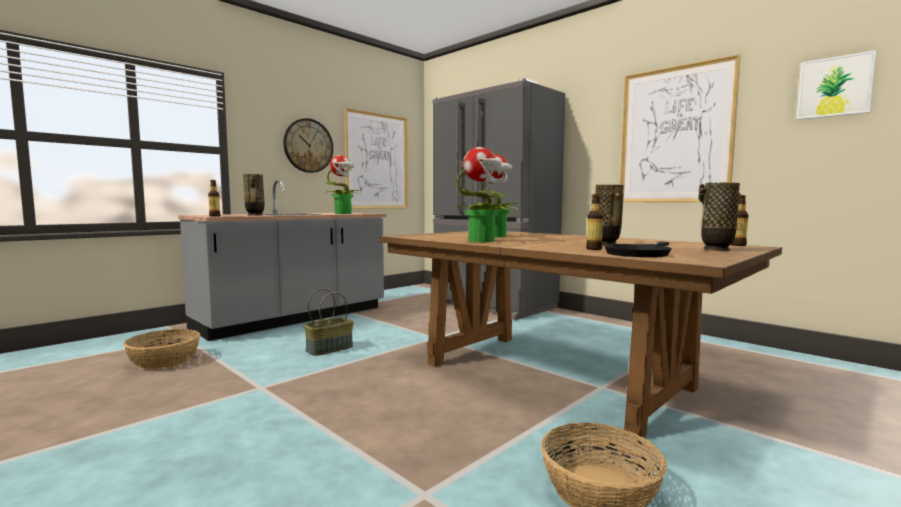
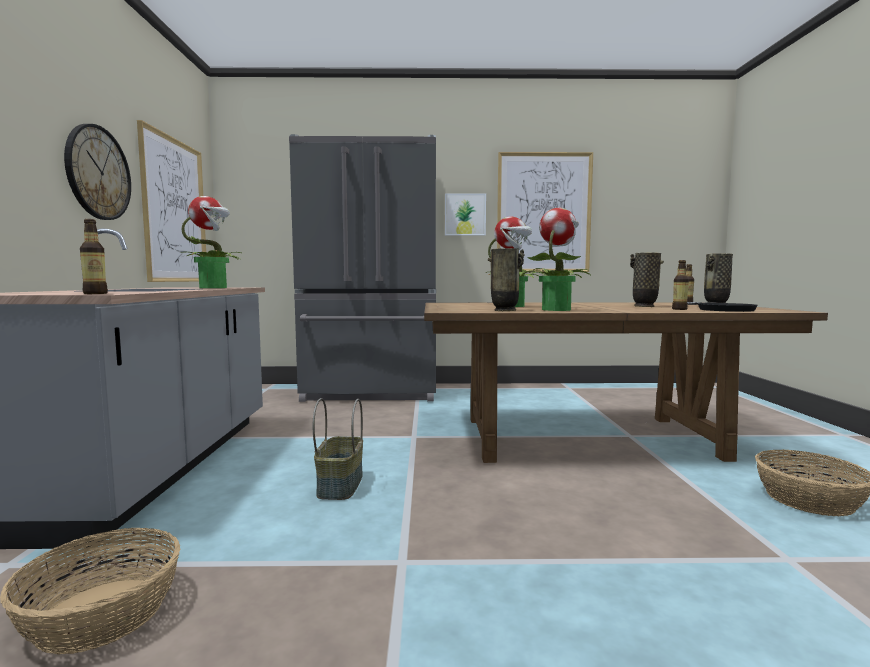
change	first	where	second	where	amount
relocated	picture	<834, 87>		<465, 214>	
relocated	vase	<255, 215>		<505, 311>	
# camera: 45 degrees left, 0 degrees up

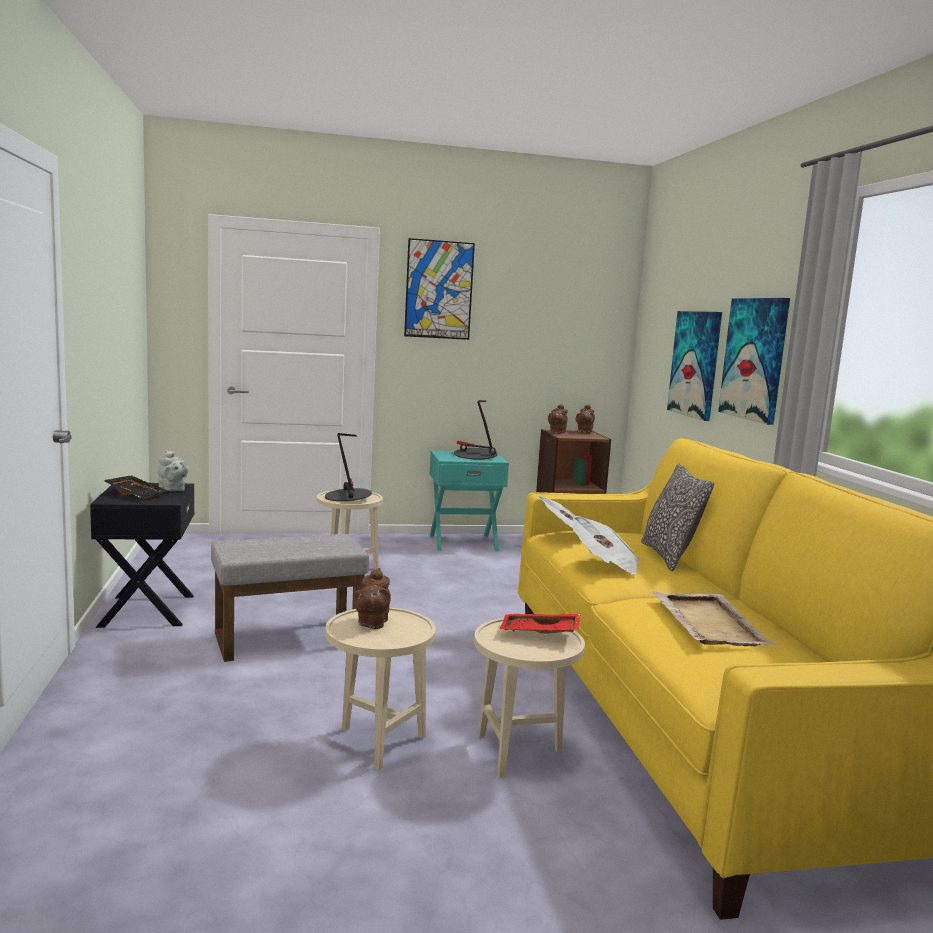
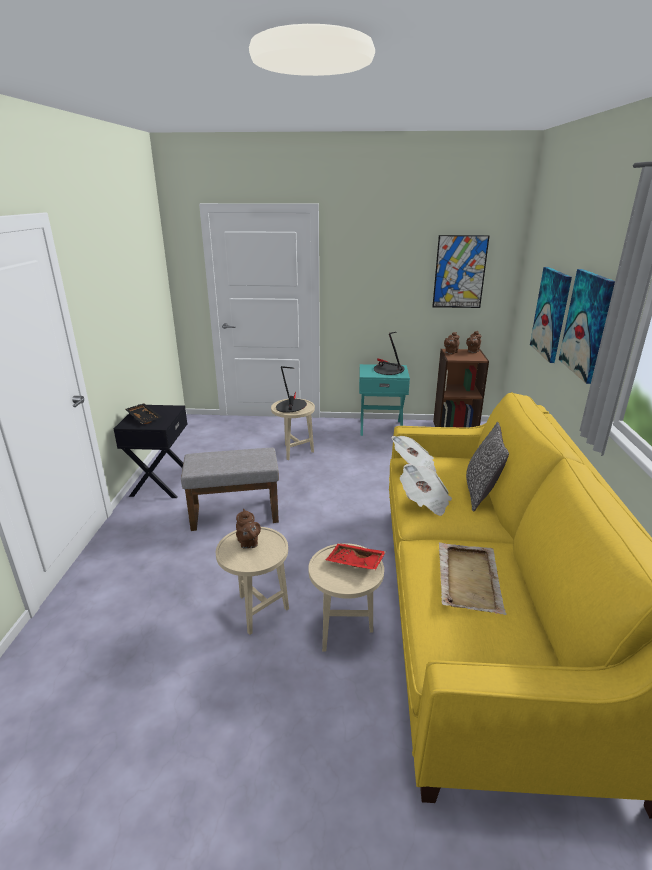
change	first	where	second	where	amount
relocated	picture	<439, 289>		<459, 272>	
missing	teapot (grey)	<173, 489>			
spun	teapot (brown)	<372, 623>		<248, 543>	45 degrees counterclockwise
# camera: 15 degrees right, 15 degrees up

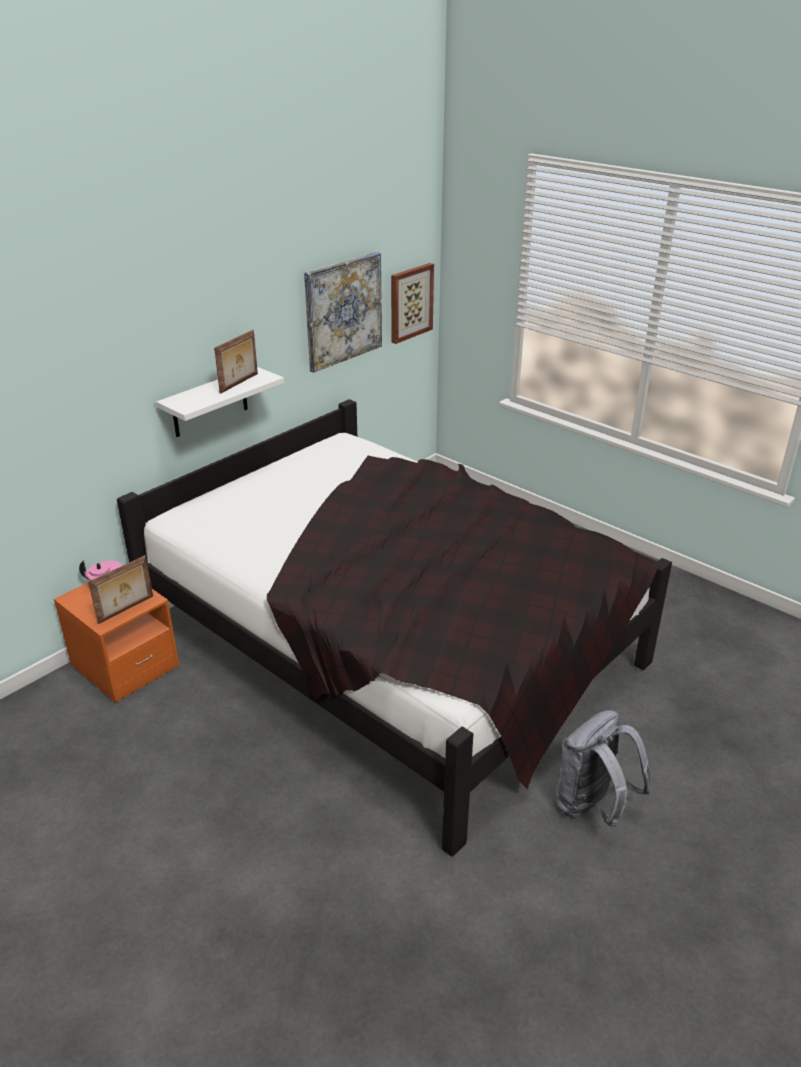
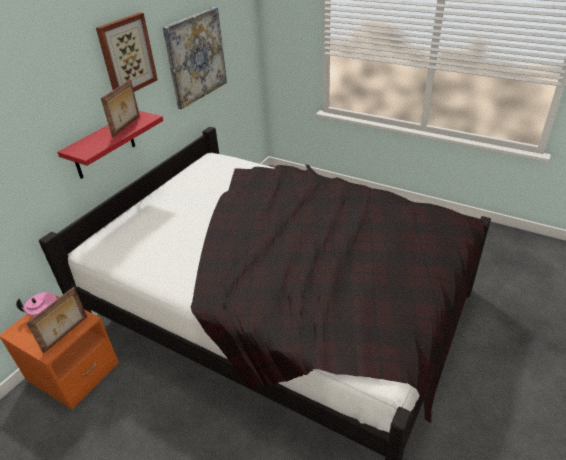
change	first	where	second	where	amount
relocated	picture	<410, 302>		<127, 55>	
colour	shelf (white)	<210, 402>	shelf (red)	<104, 145>	
missing	backpack (grey)	<593, 806>			
# camera: 10 degrees left, 5 degrees up

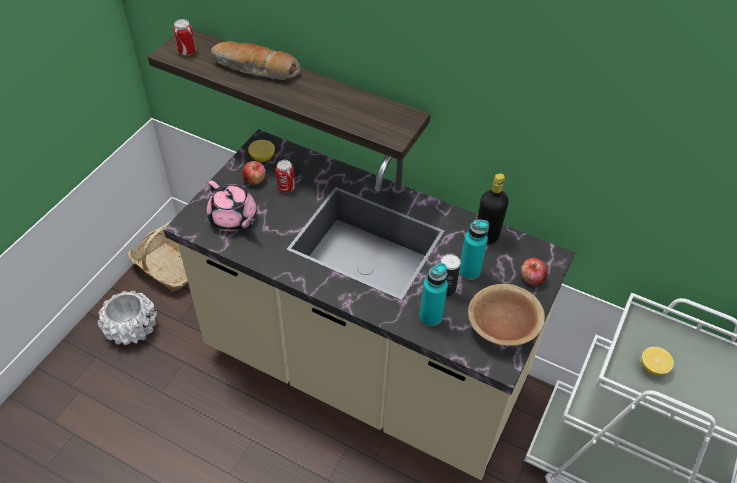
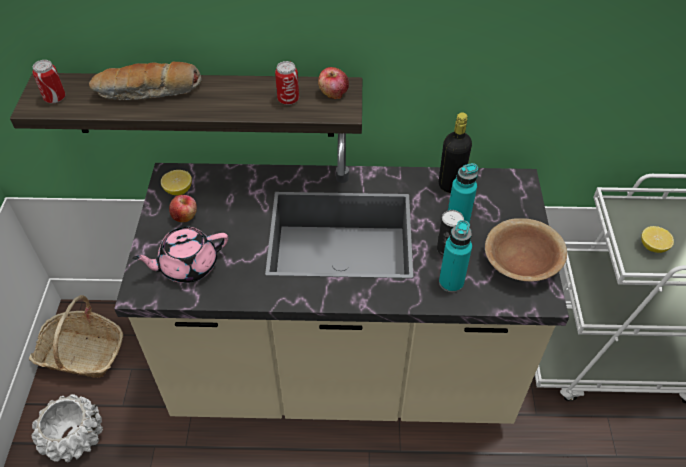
change	first	where	second	where	amount
relocated	can	<286, 188>		<288, 99>	
spun	teapot (pink)	<233, 219>		<187, 265>	135 degrees clockwise
relocated	apple	<531, 278>		<333, 93>	
# camera: 25 degrees left, 0 degrees up

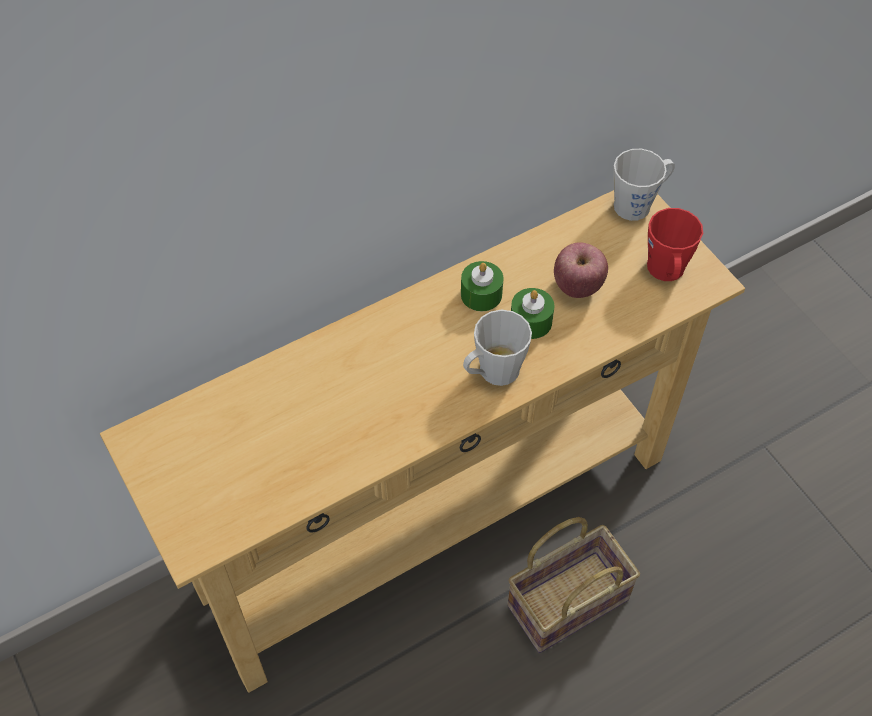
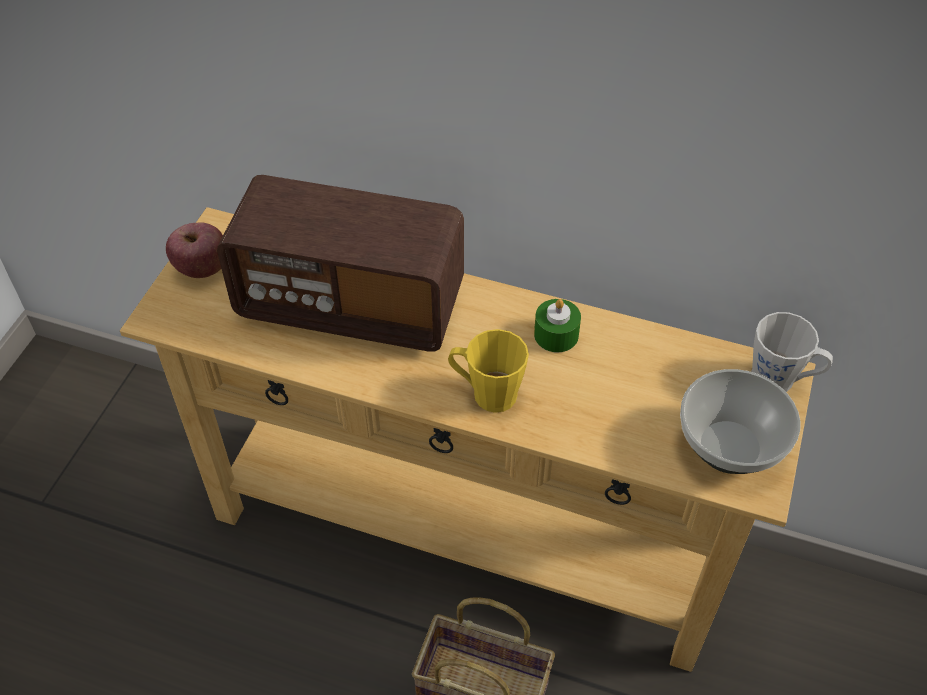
change	first	where	second	where	amount
exchanged	mug (red)	<666, 272>	bowl	<729, 449>	
relocated	apple	<577, 286>		<202, 269>	
missing	candle (green)	<531, 321>			
colour	mug (grey)	<493, 373>	mug (yellow)	<486, 393>	
appeared			radio	<351, 304>	
# camera: 50 degrees right, 5 degrees down

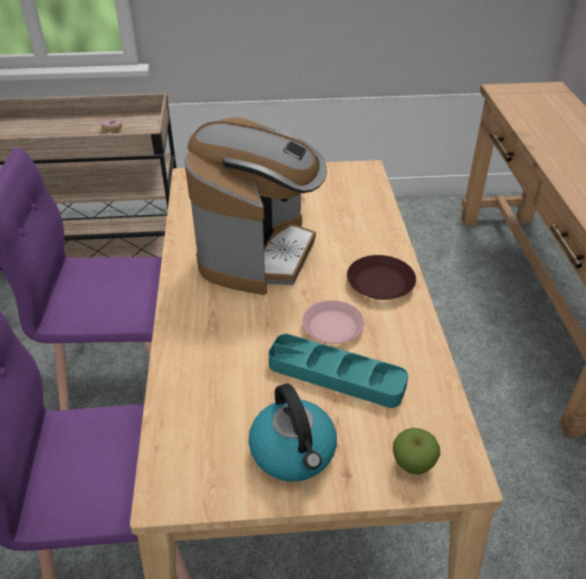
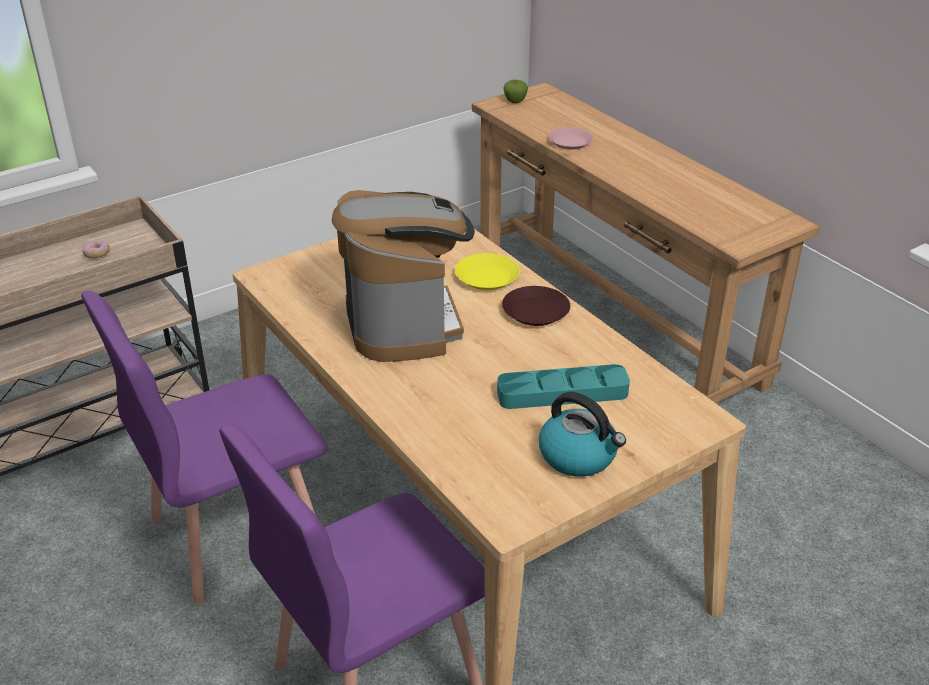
change	first	where	second	where	amount
relocated	plate (pink)	<333, 326>		<570, 142>	
relocated	apple	<413, 464>		<515, 101>	
appeared			plate (yellow)	<487, 277>	
# camera: 30 degrees left, 5 degrees down

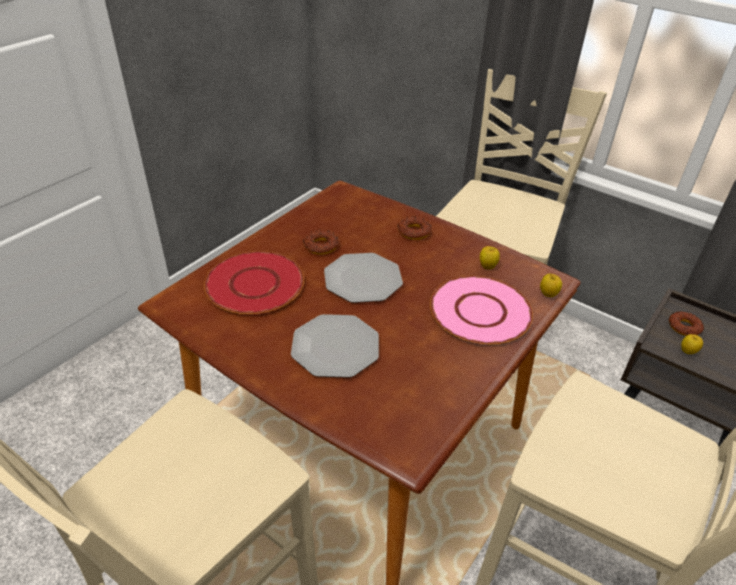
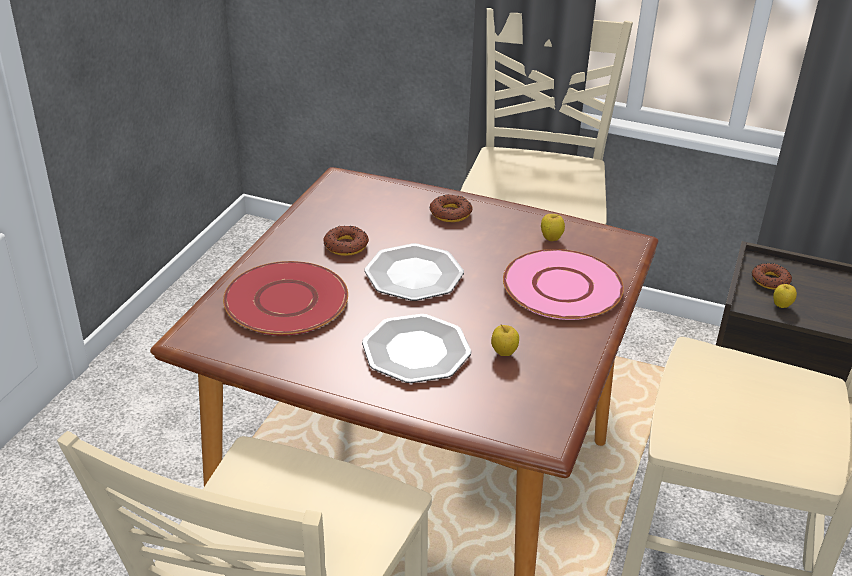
change	first	where	second	where	amount
relocated	apple	<548, 295>		<503, 353>	
# camera: 15 degrees left, 5 degrees down

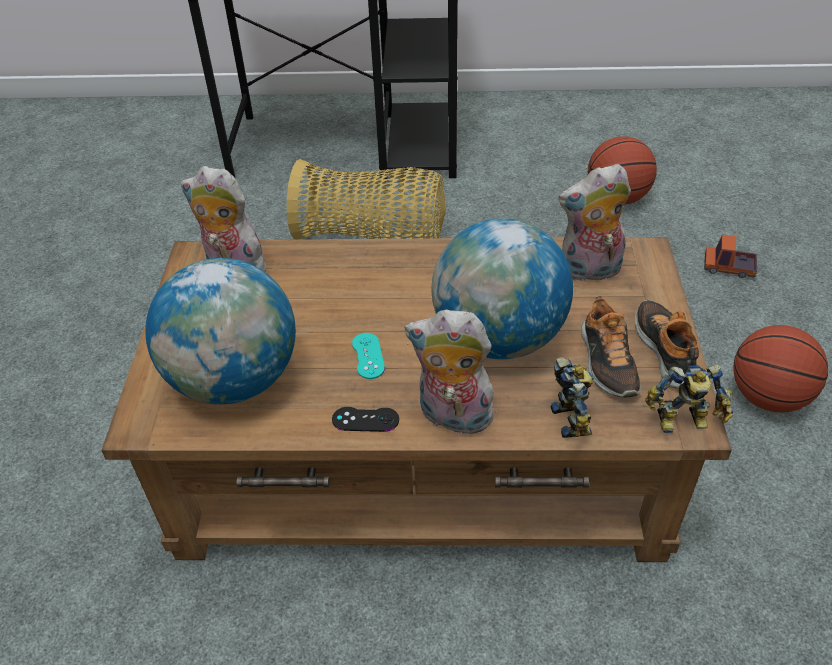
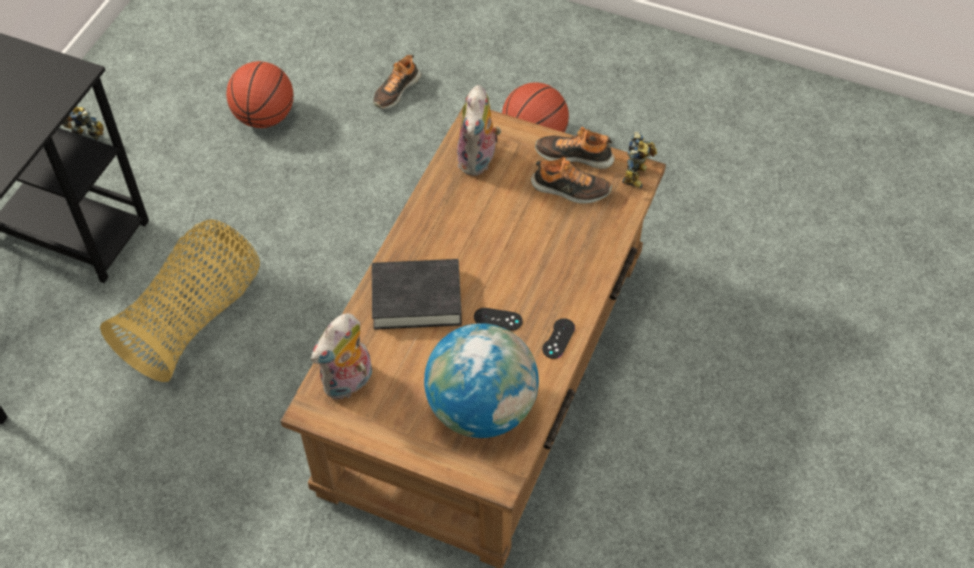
change	first	where	second	where	amount
missing	globe	<498, 338>			
exchanged	toy truck	<728, 267>	shoe	<396, 90>	
missing	plush toy	<452, 417>			
colour	game controller (turquoise)	<368, 356>	game controller (black)	<498, 319>	
relocated	toy robot	<574, 418>		<87, 134>	
appeared			book (black)	<416, 298>	
# camera: 70 degrees left, 10 degrees up

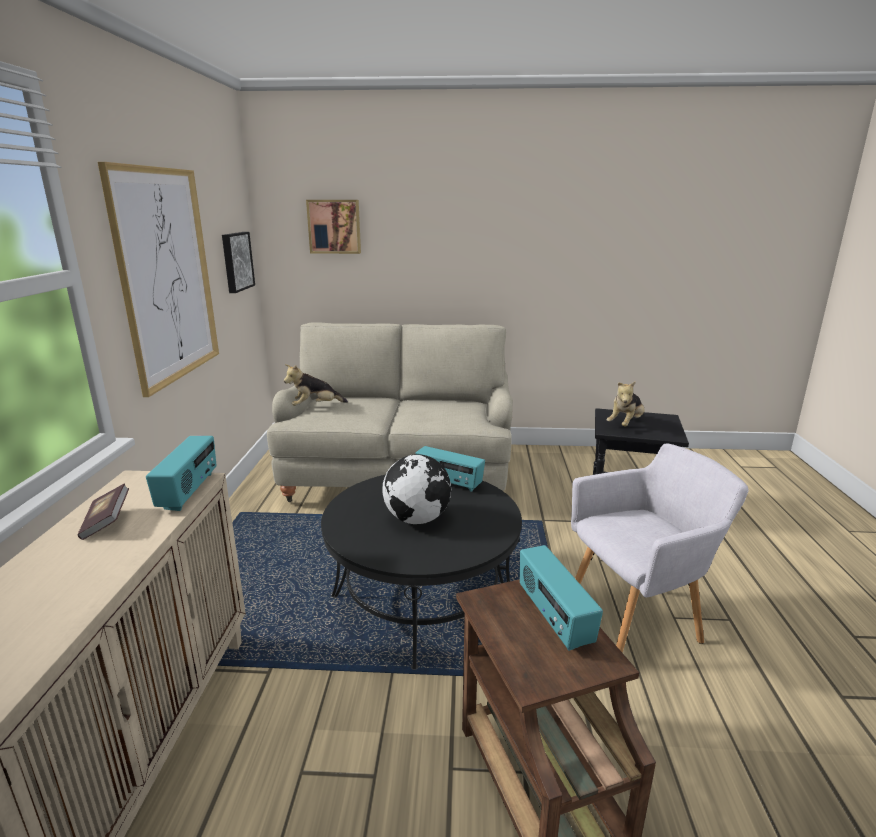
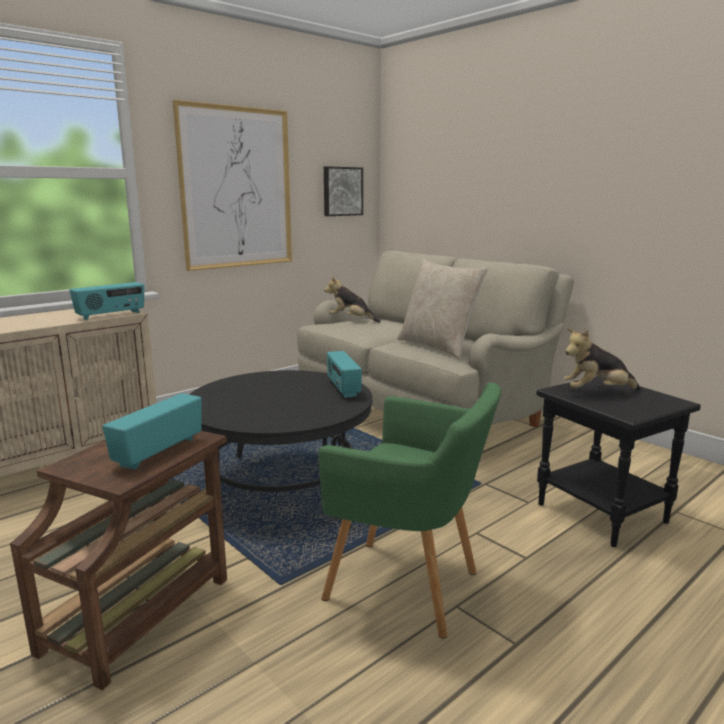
change	first	where	second	where	amount
missing	picture	<334, 226>			
colour	armchair (grey)	<637, 623>	armchair (green)	<409, 588>	
missing	globe	<417, 519>			
missing	book	<106, 522>			
appeared			pillow (beige)	<438, 347>	
# camera: 45 degrees right, 5 degrees down

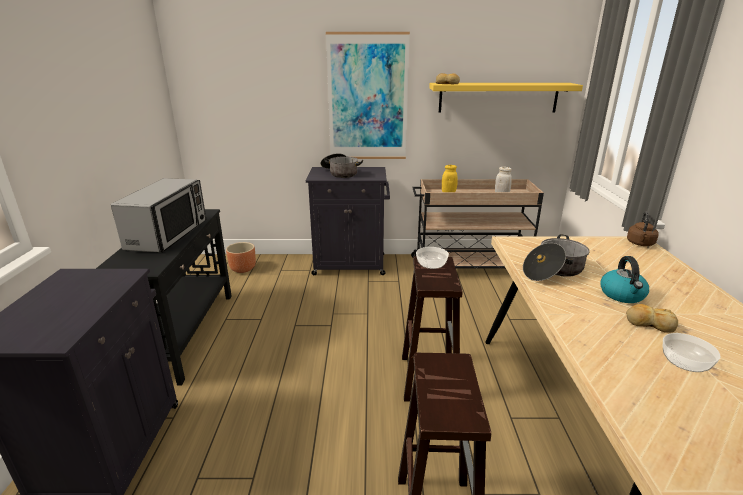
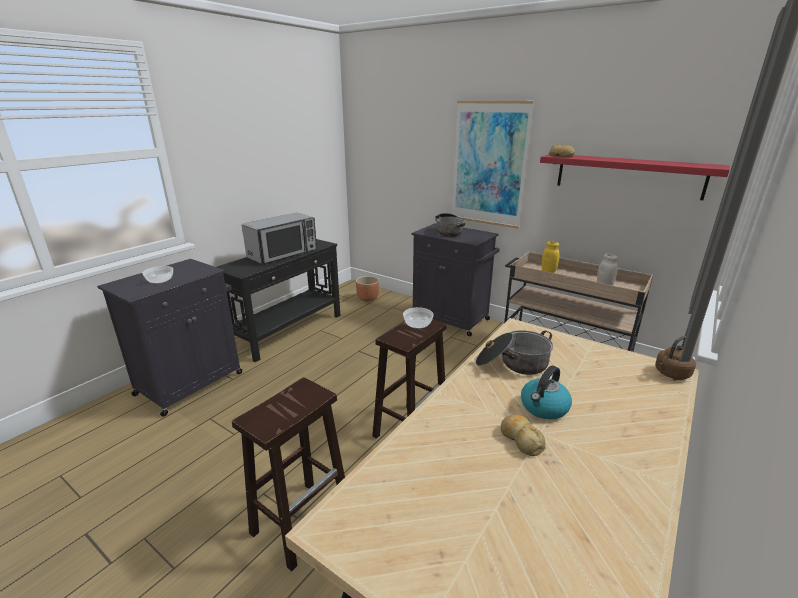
change	first	where	second	where	amount
colour	shelf (yellow)	<498, 97>	shelf (red)	<628, 175>	
relocated	bowl	<684, 361>		<160, 280>	
# camera: 35 degrees right, 0 degrees up

